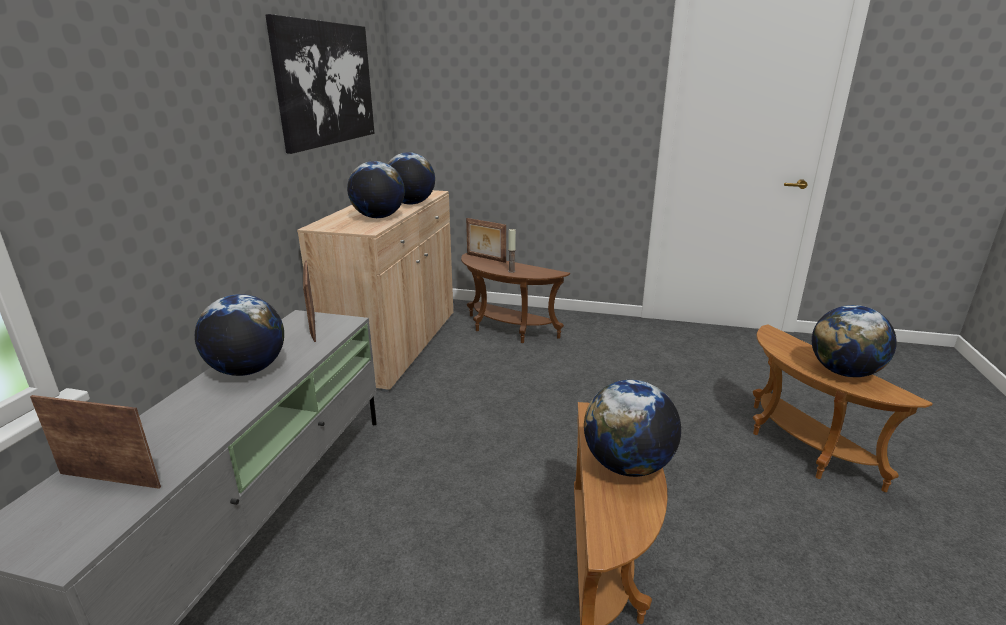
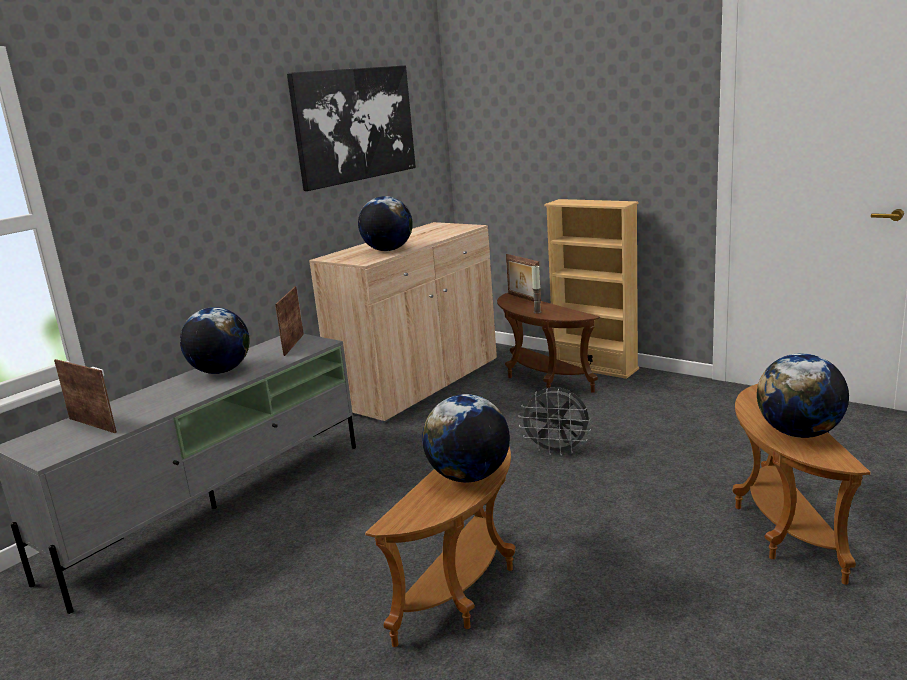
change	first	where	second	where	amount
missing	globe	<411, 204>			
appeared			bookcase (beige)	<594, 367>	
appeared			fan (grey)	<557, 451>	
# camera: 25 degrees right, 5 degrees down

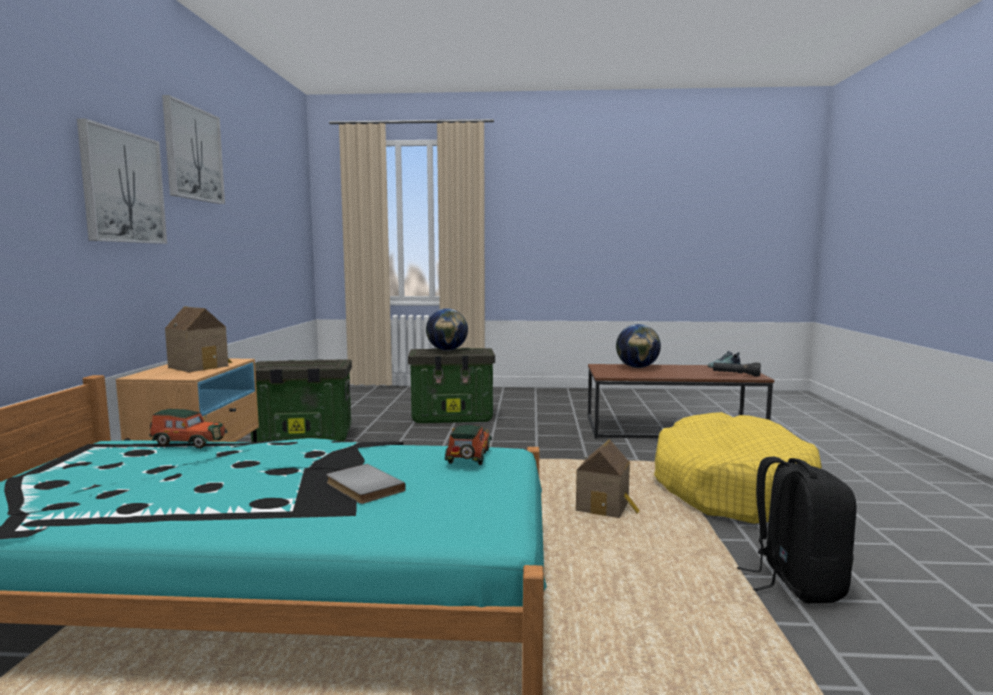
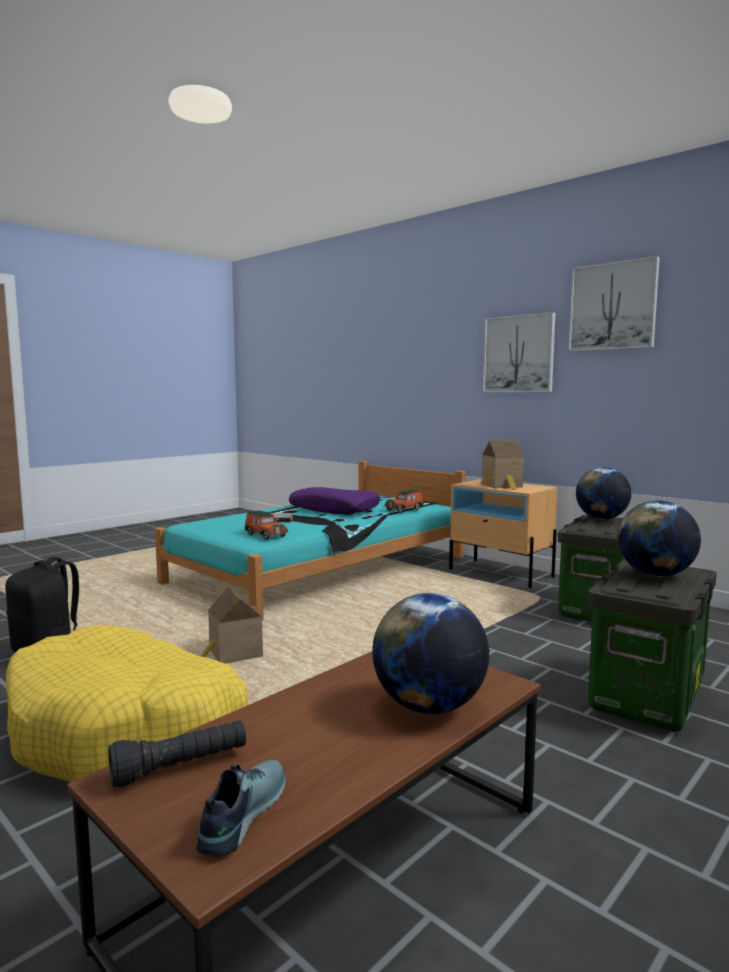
change	first	where	second	where	amount
appeared			globe	<601, 519>	
appeared			pillow (purple)	<334, 510>	
# camera: 130 degrees right, 0 degrees up

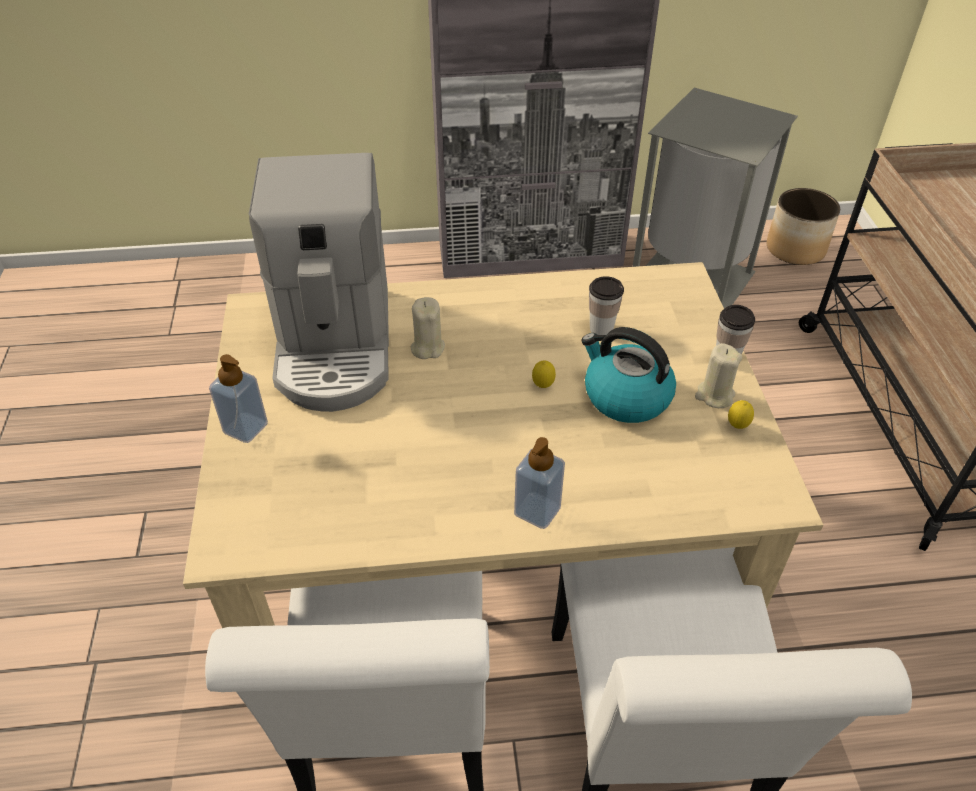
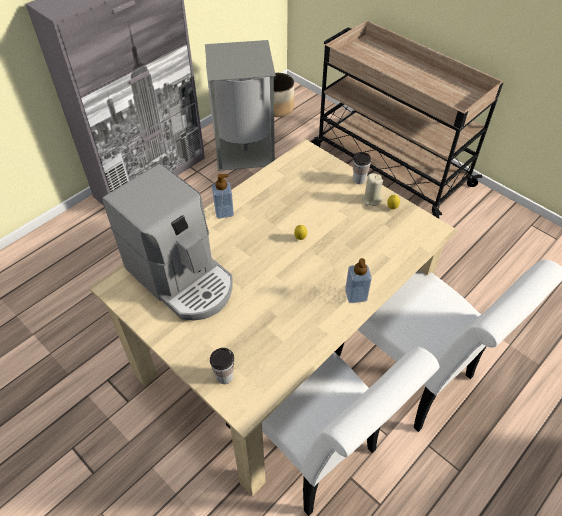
change	first	where	second	where	amount
relocated	cup	<601, 328>		<224, 376>	
missing	candle (beige)	<427, 347>			
missing	kettle	<625, 396>			
relocated	soap dispenser	<245, 428>		<224, 212>	
# camera: 40 degrees left, 5 degrees up

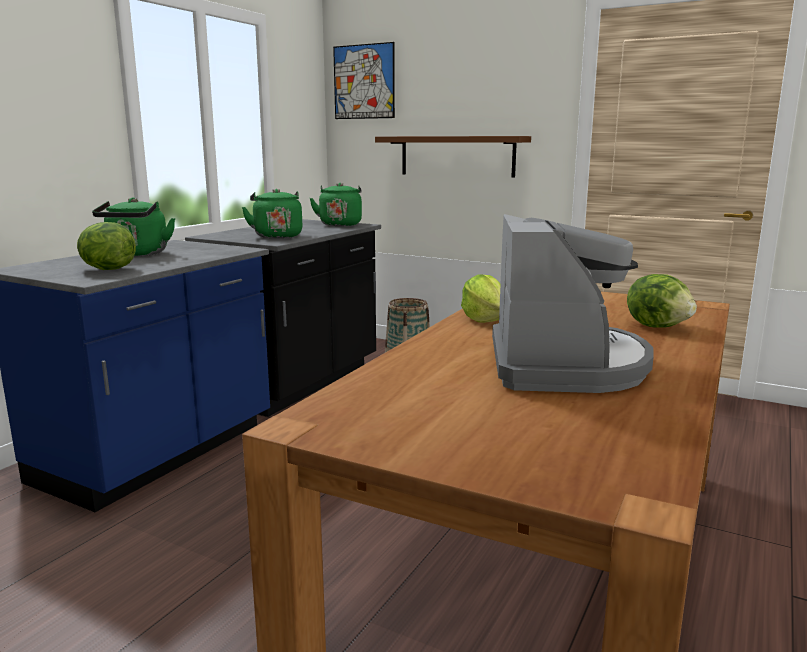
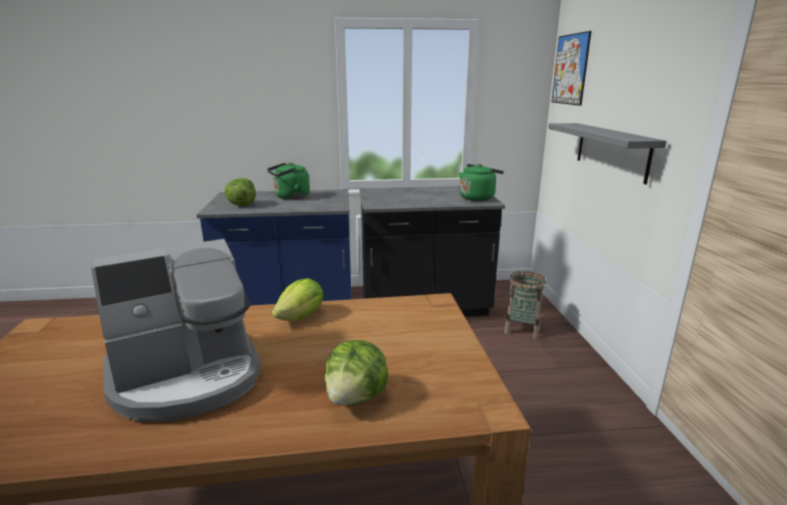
change	first	where	second	where	amount
colour	shelf (brown)	<457, 156>	shelf (grey)	<611, 150>	
missing	kettle (green)	<277, 236>			
# camera: 55 degrees right, 5 degrees up

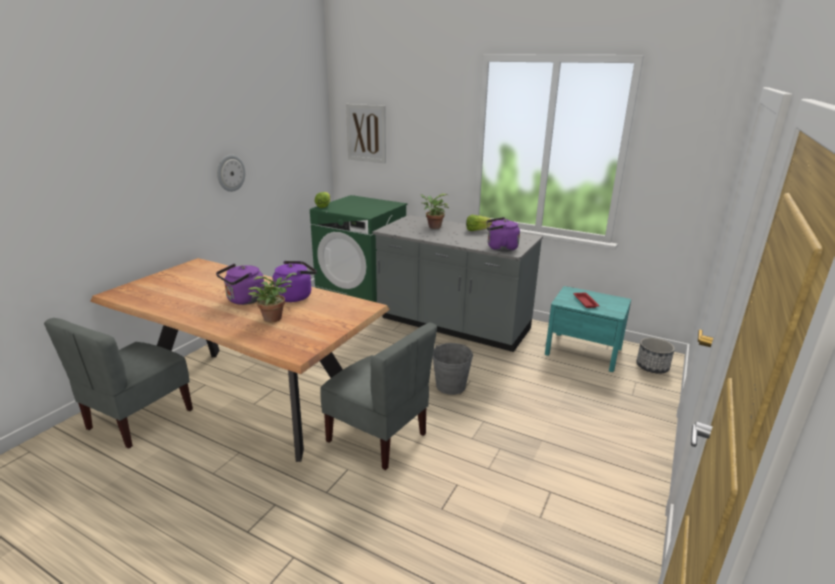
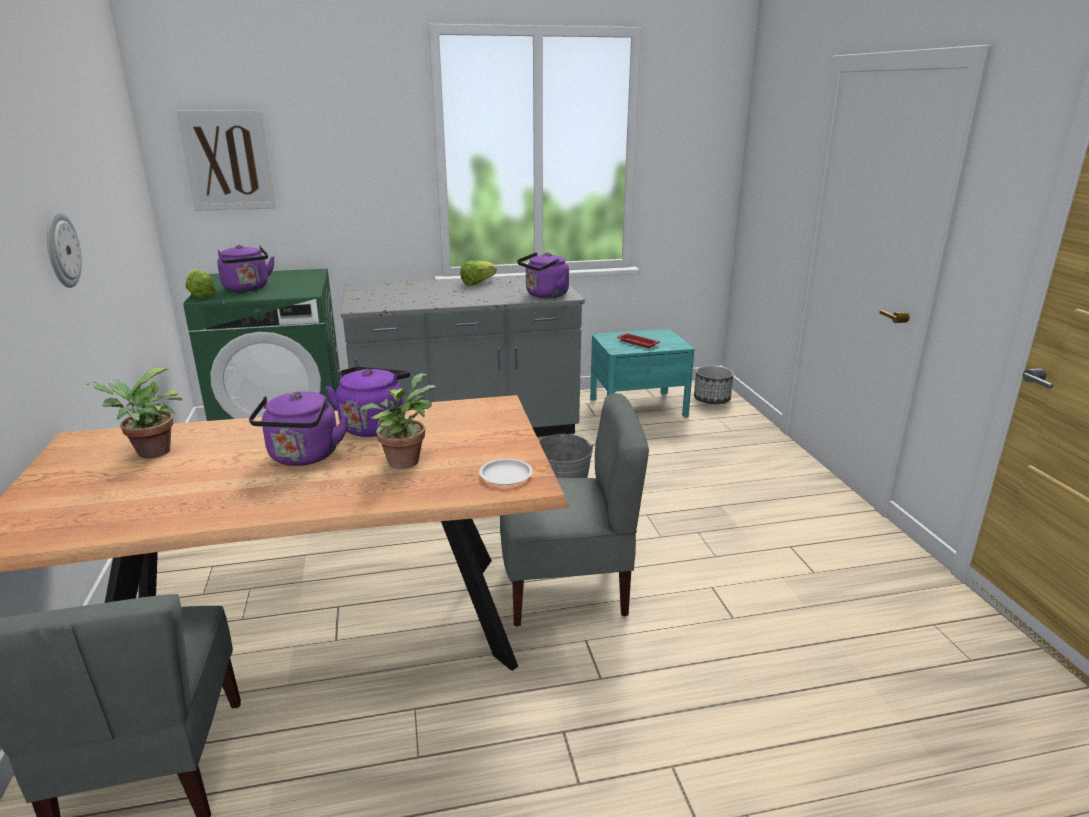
change	first	where	second	where	amount
relocated	potted plant	<433, 227>		<149, 453>	
appeared			kettle (purple)	<247, 288>	
appeared			plate (white)	<505, 475>	
# camera: 40 degrees left, 0 degrees up

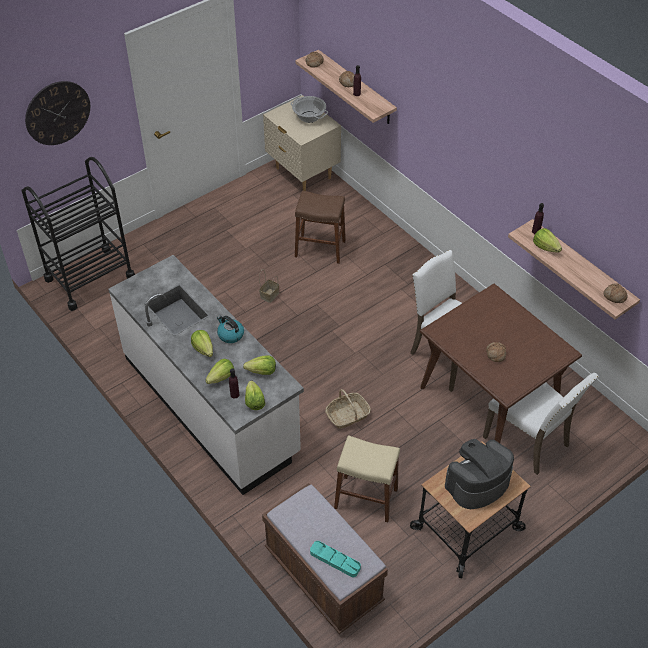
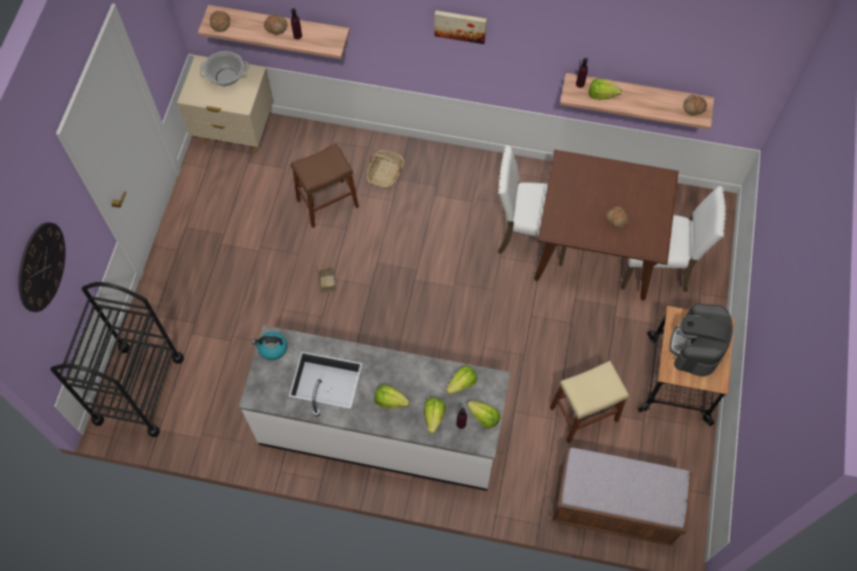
change	first	where	second	where	amount
relocated	kettle	<230, 335>		<272, 348>	
relocated	basket	<347, 415>		<385, 174>	
missing	tray (turquoise)	<335, 560>			
appeared			picture	<460, 25>	
# camera: 40 degrees left, 15 degrees up

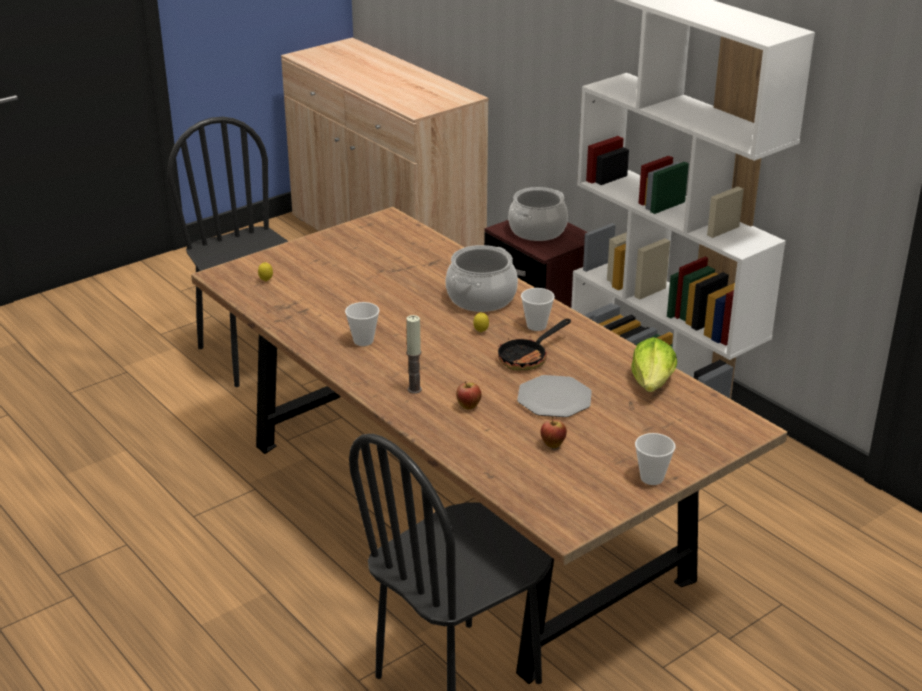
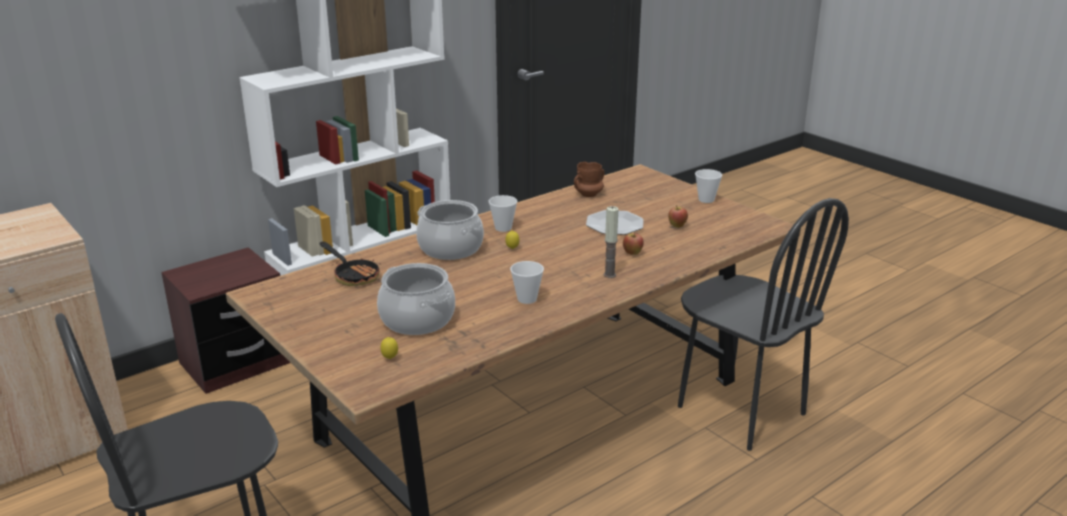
change	first	where	second	where	amount
relocated	cooking pot	<537, 230>		<418, 319>	
relocated	frying pan	<528, 357>		<353, 275>	
exchanged	lettuce	<652, 383>	mug (brown)	<588, 194>	
# camera: 90 degrees left, 5 degrees down

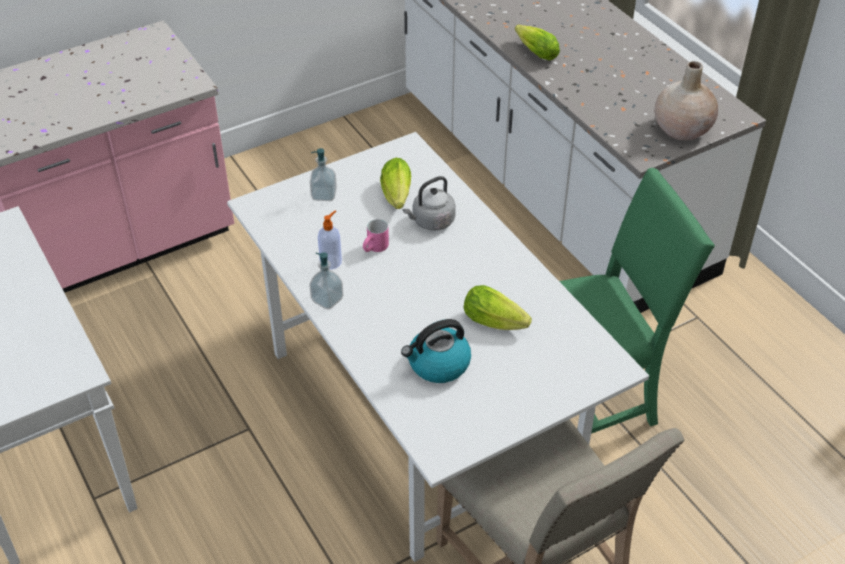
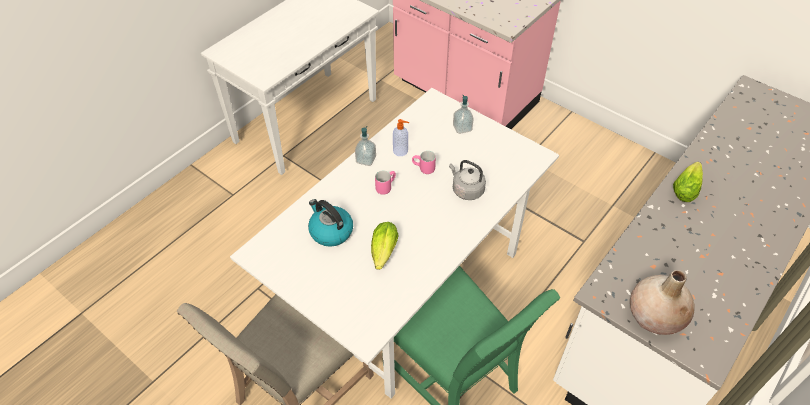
change	first	where	second	where	amount
missing	lettuce	<396, 197>			
appeared			mug (pink)	<385, 186>	
# camera: 70 degrees right, 5 degrees up

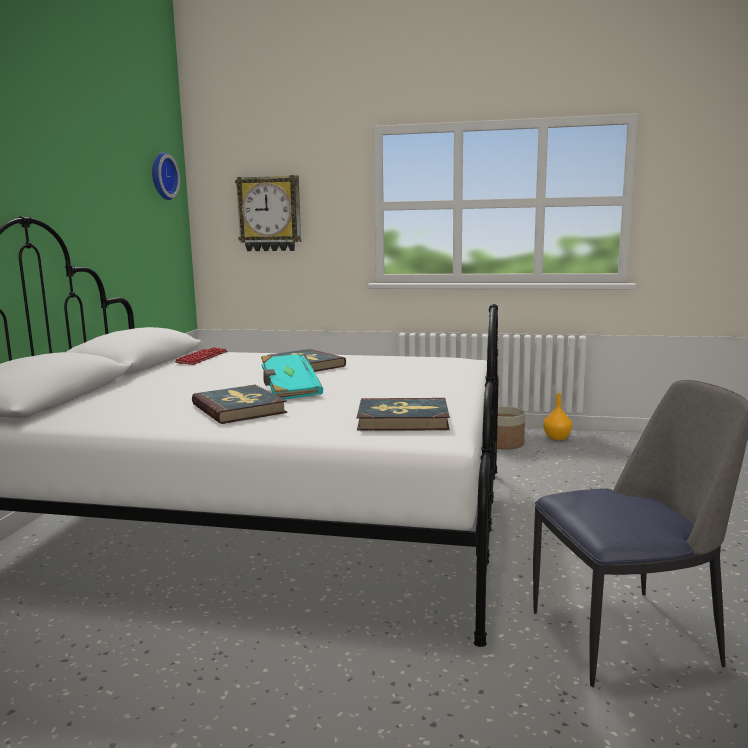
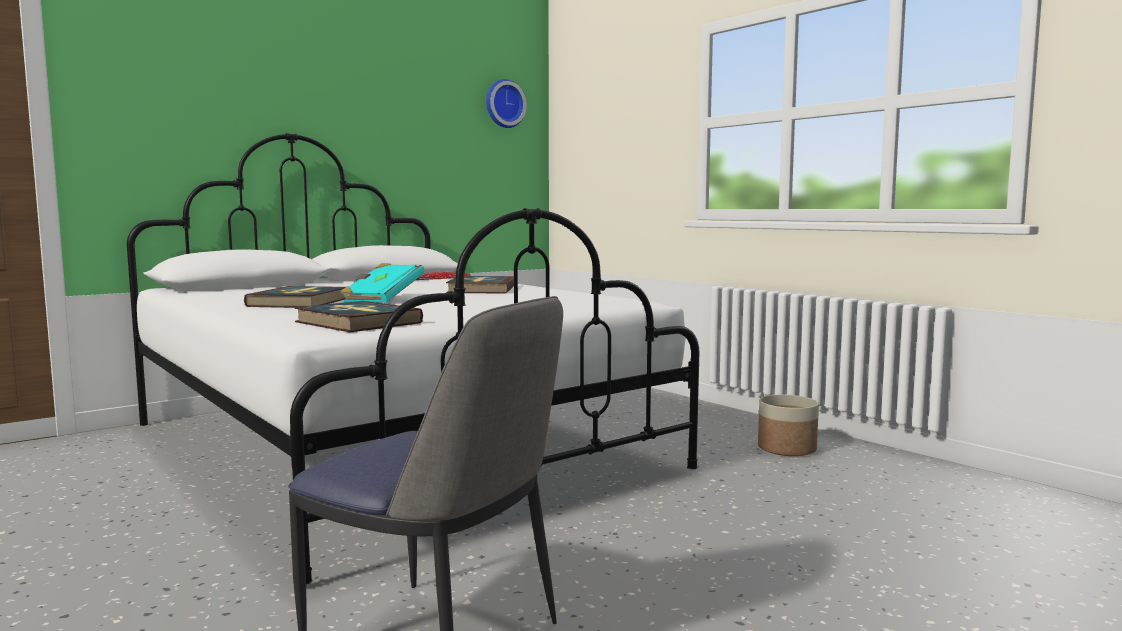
change	first	where	second	where	amount
missing	wall clock	<270, 214>			
missing	vase (orange)	<557, 437>			
# camera: 40 degrees right, 5 degrees down

